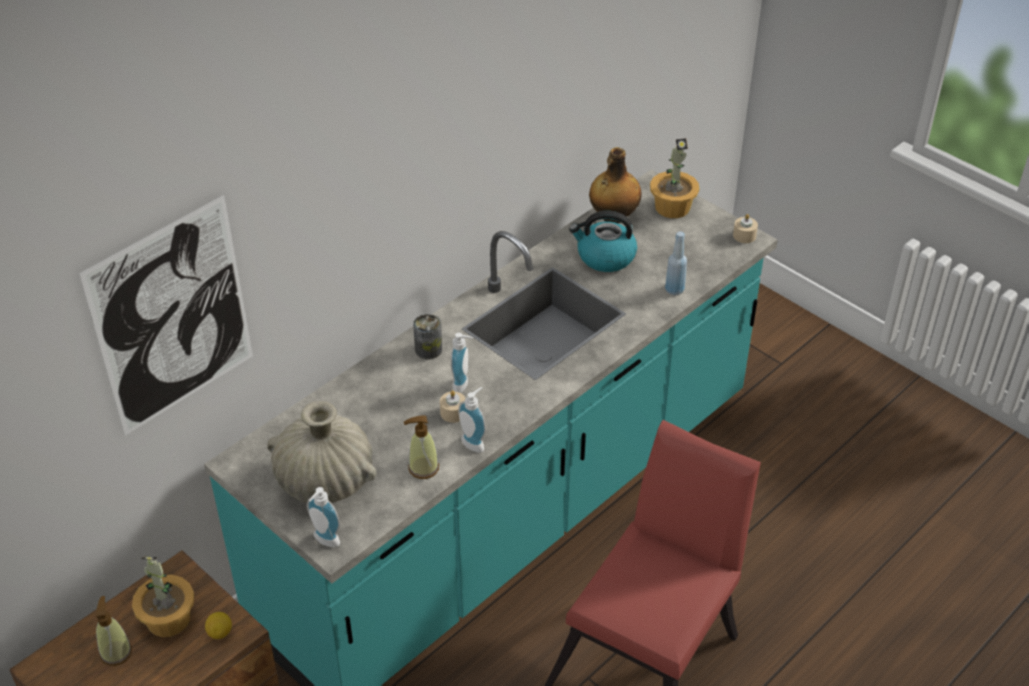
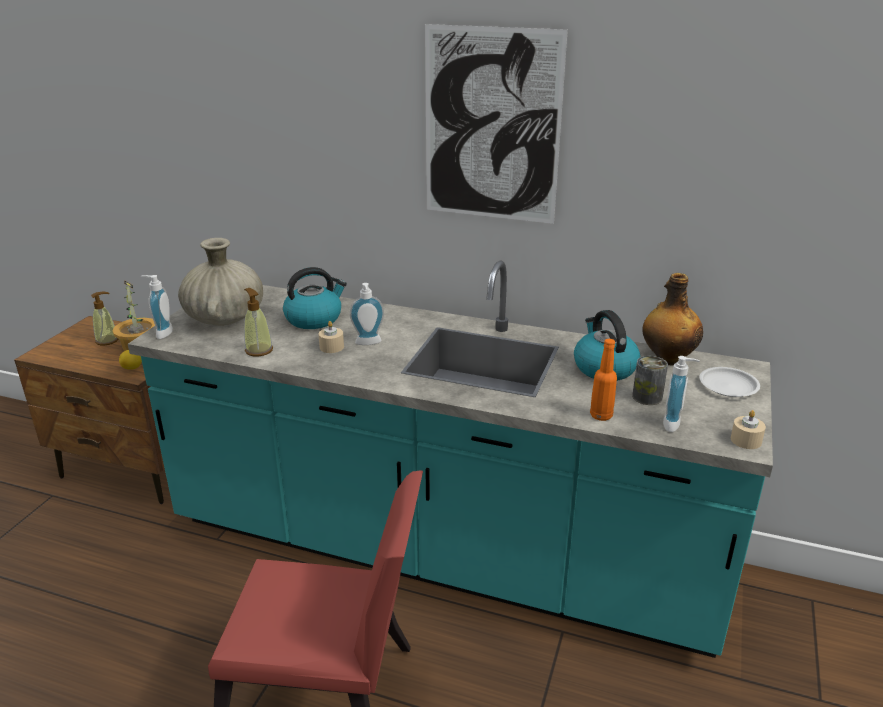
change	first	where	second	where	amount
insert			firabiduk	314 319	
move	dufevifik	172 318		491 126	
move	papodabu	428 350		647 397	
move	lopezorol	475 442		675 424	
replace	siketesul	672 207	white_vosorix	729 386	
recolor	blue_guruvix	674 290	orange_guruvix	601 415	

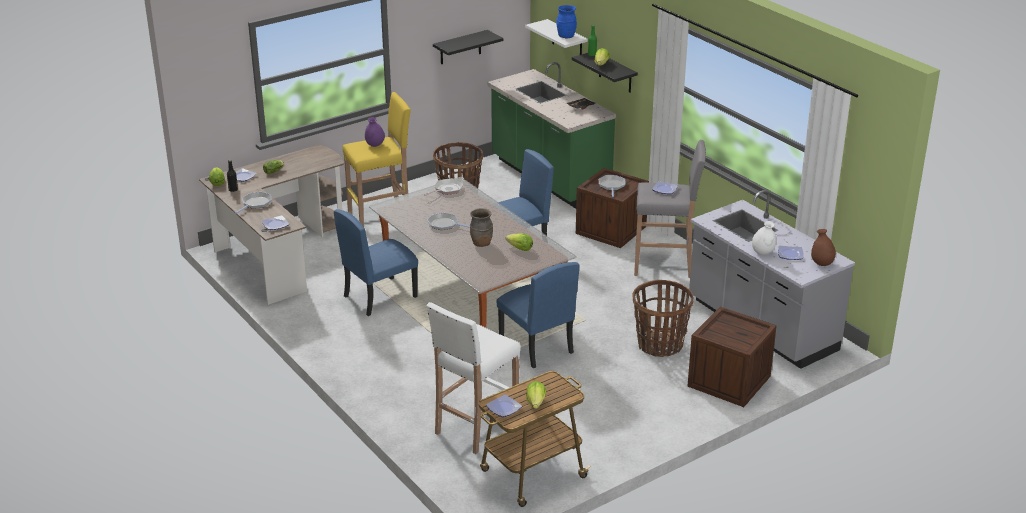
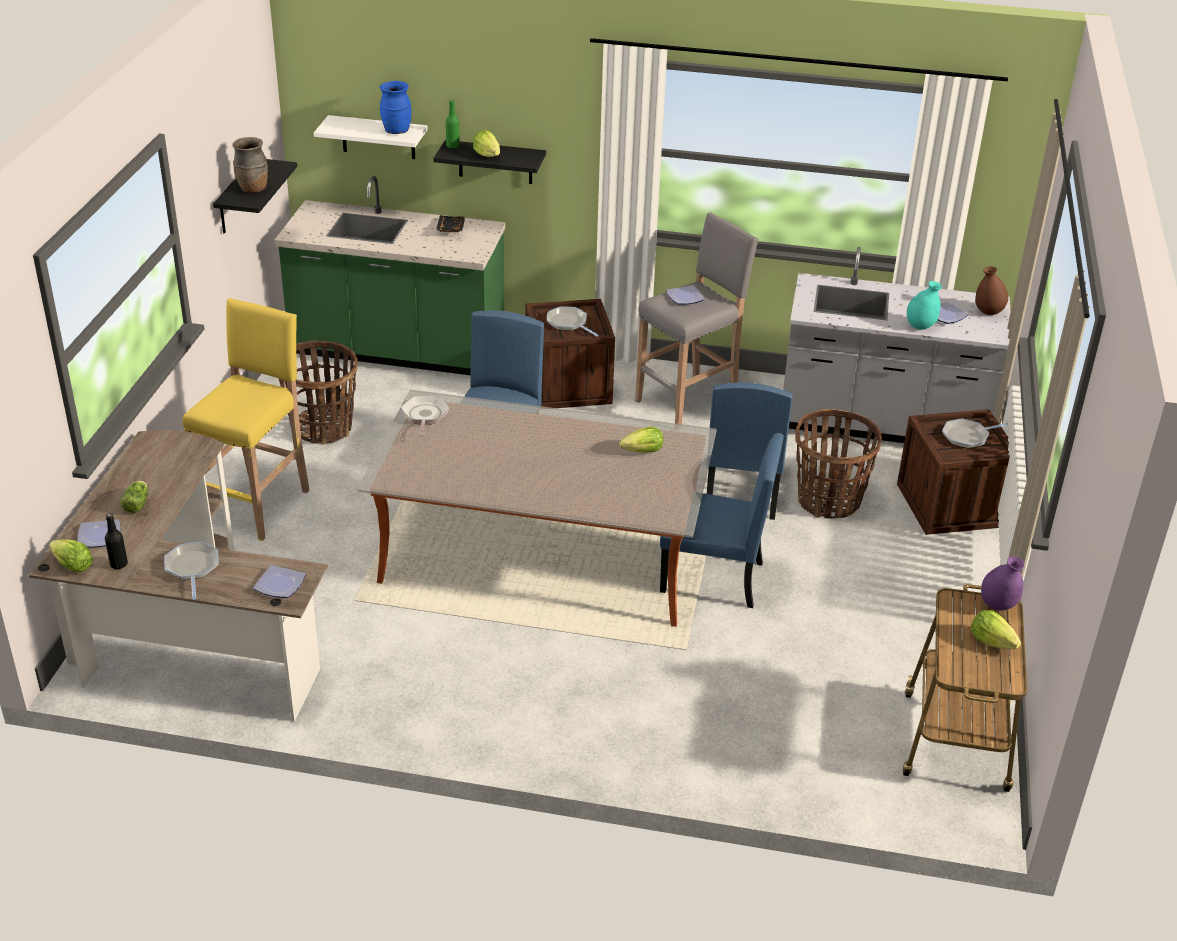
change	first	where	second	where	amount
delete	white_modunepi	475 428			
delete	vosorix	504 408			
move	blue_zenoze	380 296		742 490	
move	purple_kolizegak	375 145		998 605	
move	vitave	444 224		967 436	
move	brown_kolizegak	481 243		253 189	
recolor	white_kolizegak	762 252	turquoise_kolizegak	920 326	

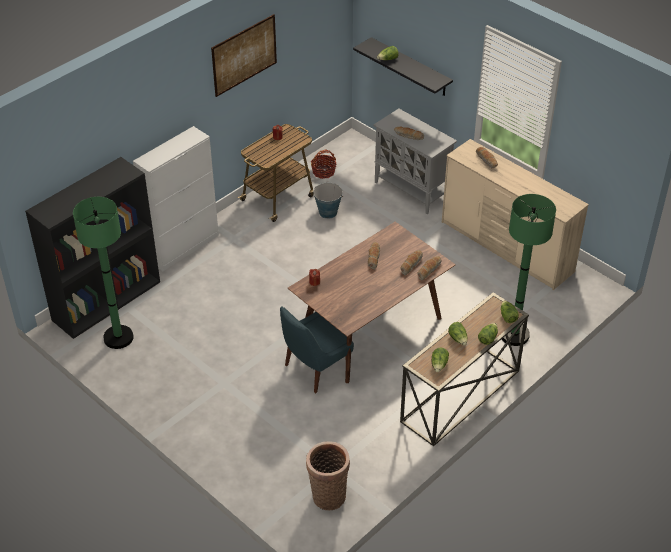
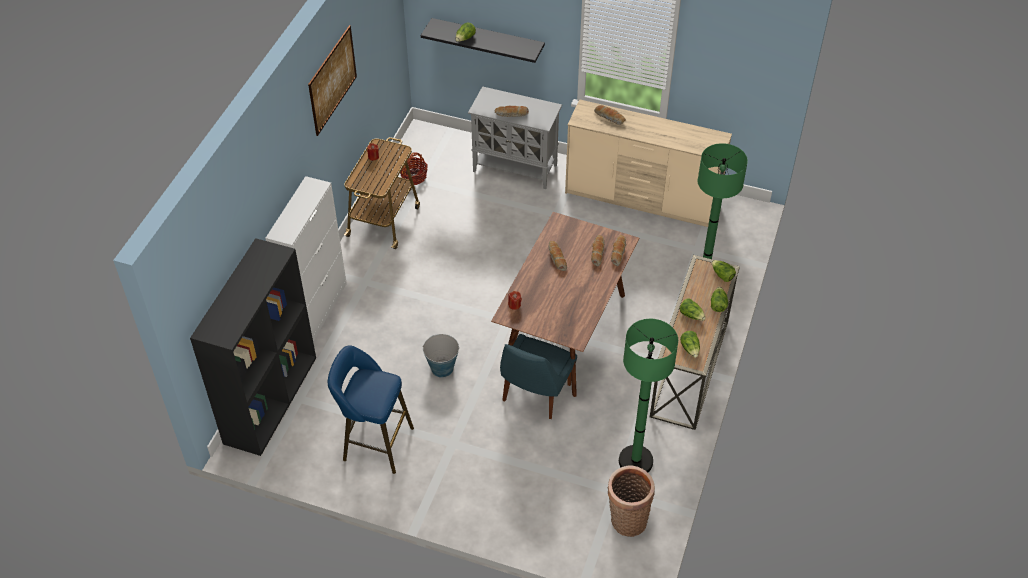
change	first	where	second	where	amount
insert			blue_modunepi	374 443	
move	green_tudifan	118 338		635 461	
move	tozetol	328 212		442 368	

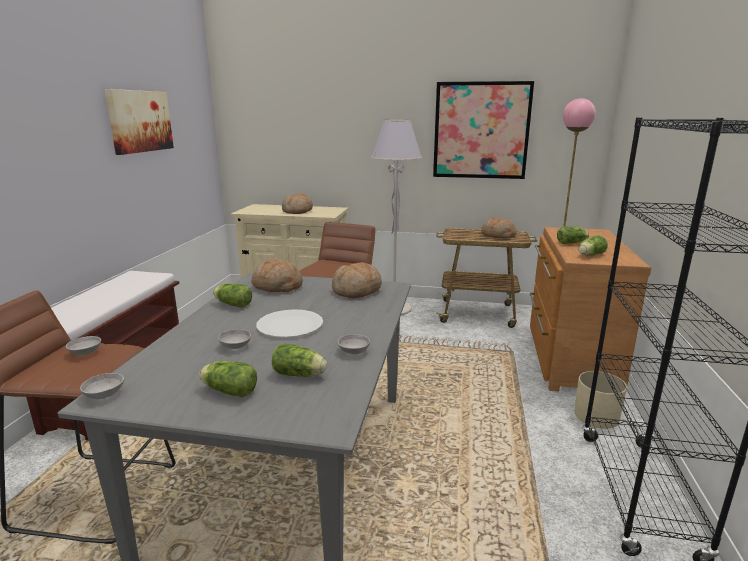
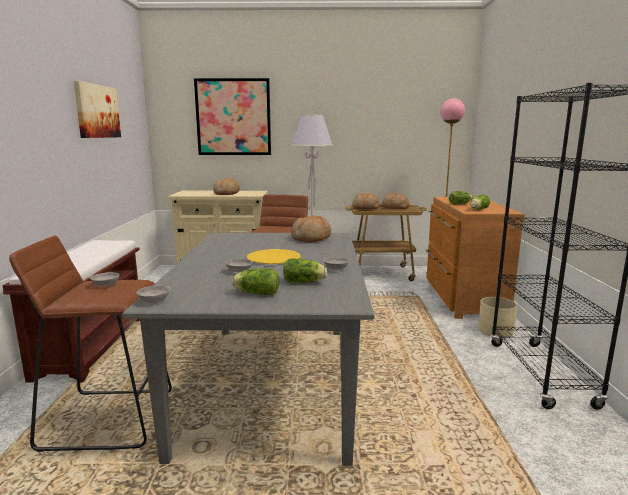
change	first	where	second	where	amount
delete	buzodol	232 304			
move	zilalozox	277 286		365 208	
move	dufevifik	481 130		233 117	
recolor	white_vosorix	290 325	yellow_vosorix	273 258	

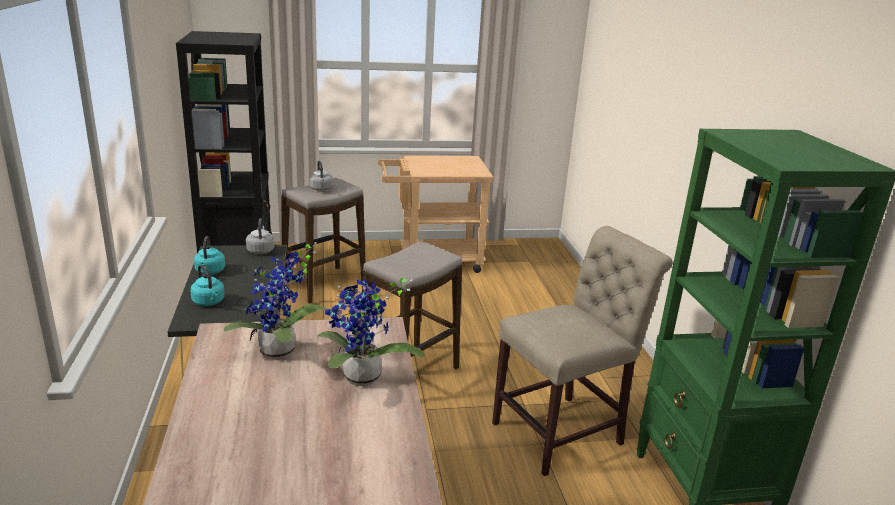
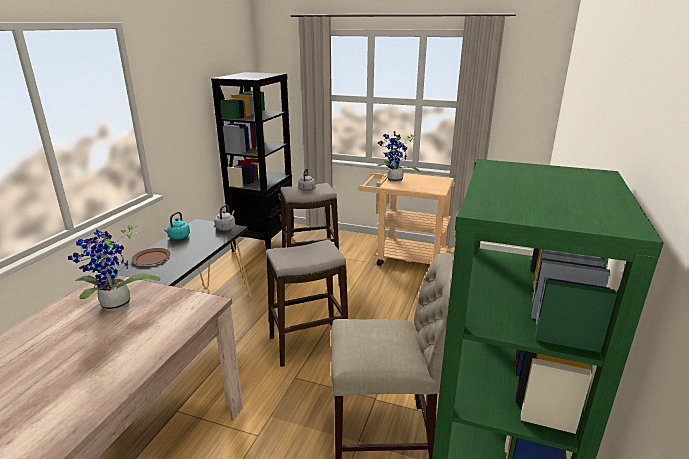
change	first	where	second	where	amount
move	siketesul	361 380		394 181	
replace	turquoise_firabiduk	209 302	brown_vosorix	152 258	

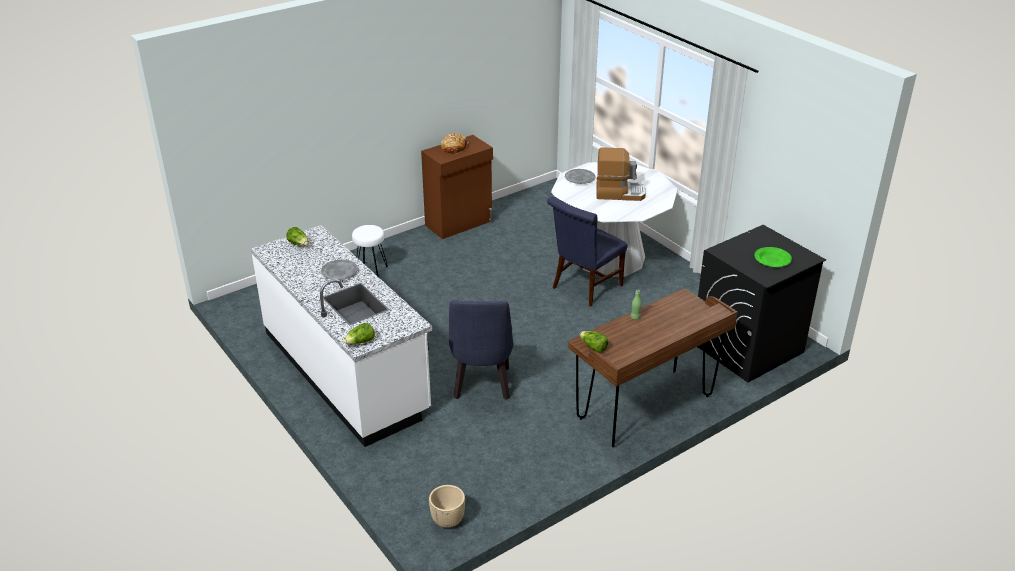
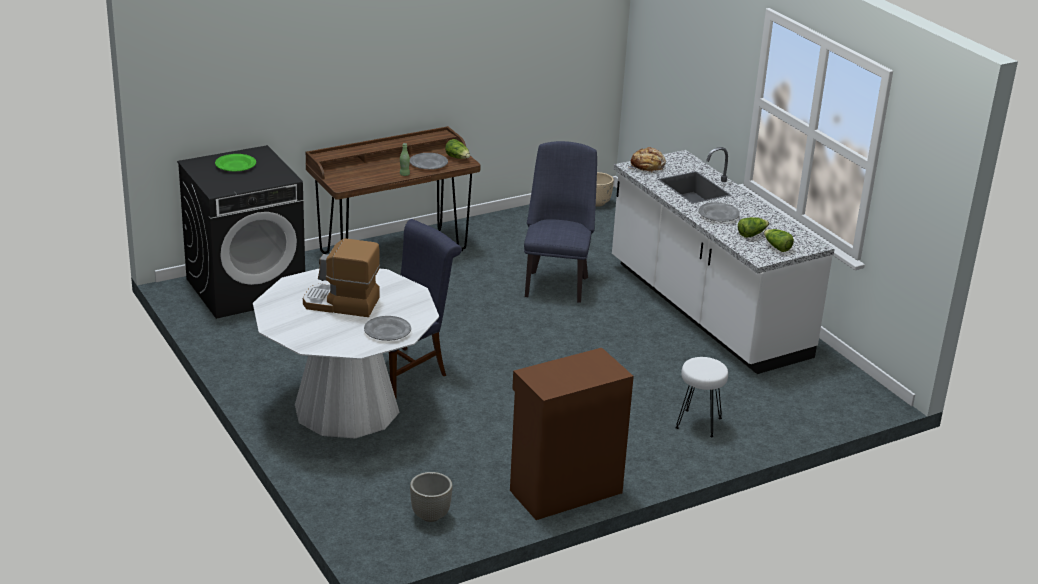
change	first	where	second	where	amount
insert			grey_vosorix	428 163	
insert			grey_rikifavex	430 515	
move	buzodol	360 342		751 234	
move	zilalozox	454 148		647 166	

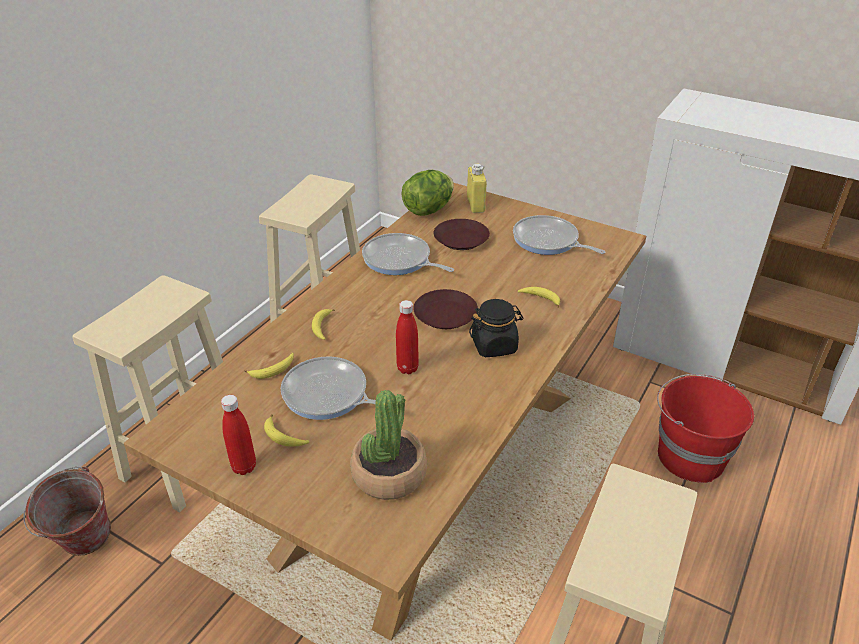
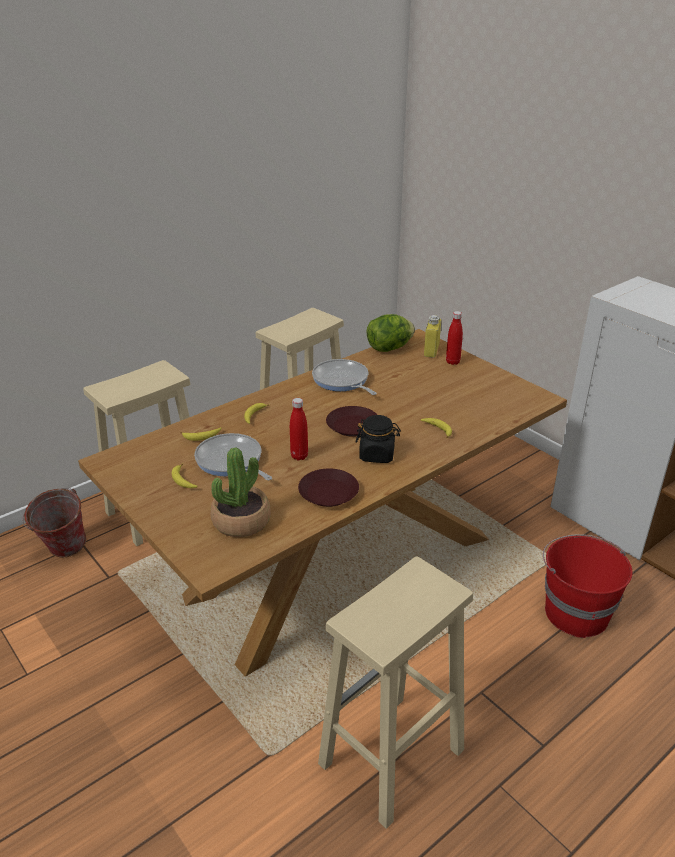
change	first	where	second	where	amount
delete	vitave	548 241			
move	red_guruvix	244 467		452 362	
move	brown_vosorix	461 239		328 493	

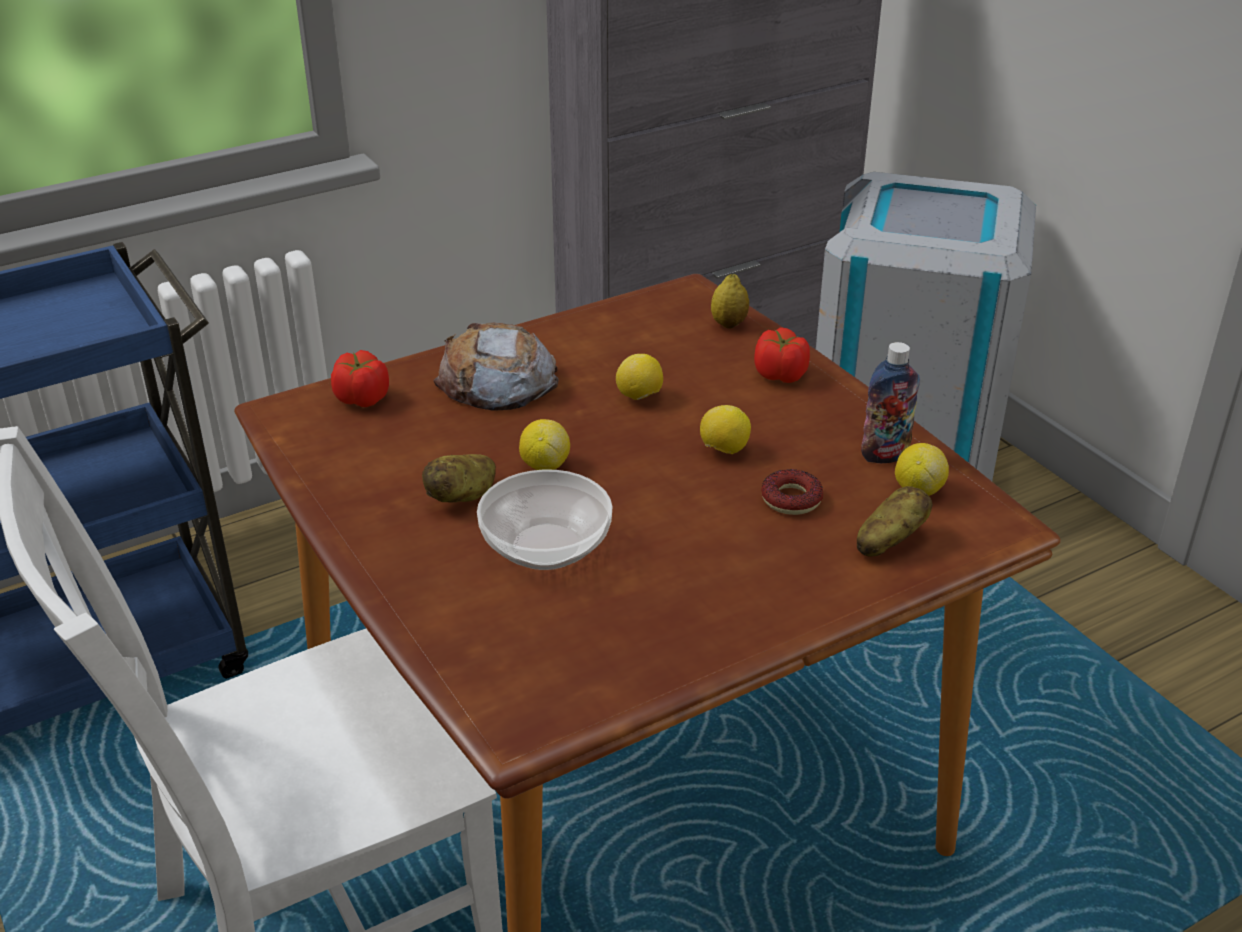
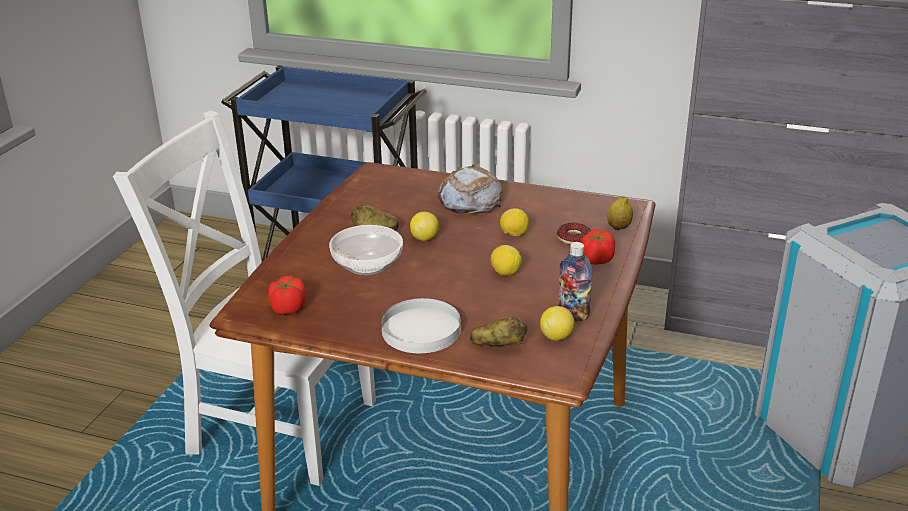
change	first	where	second	where	amount
insert			white_vosorix	421 330	
move	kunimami	362 399		288 308	
move	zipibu	791 499		573 238	

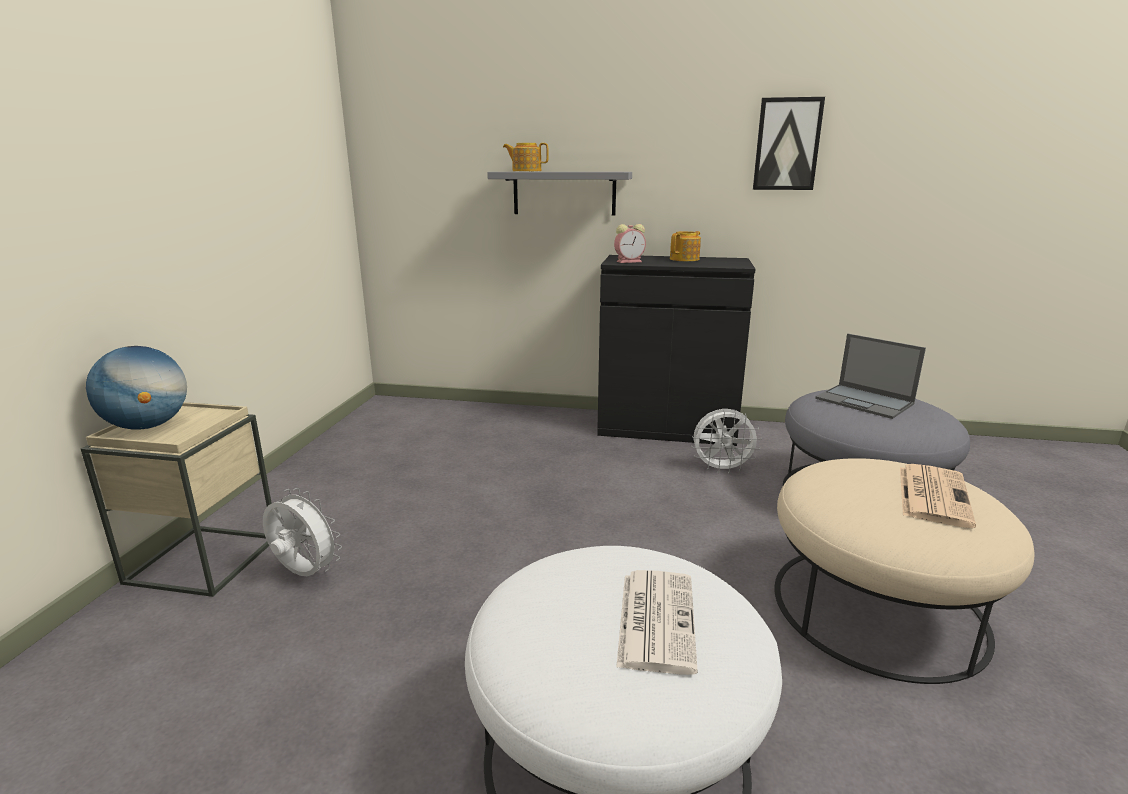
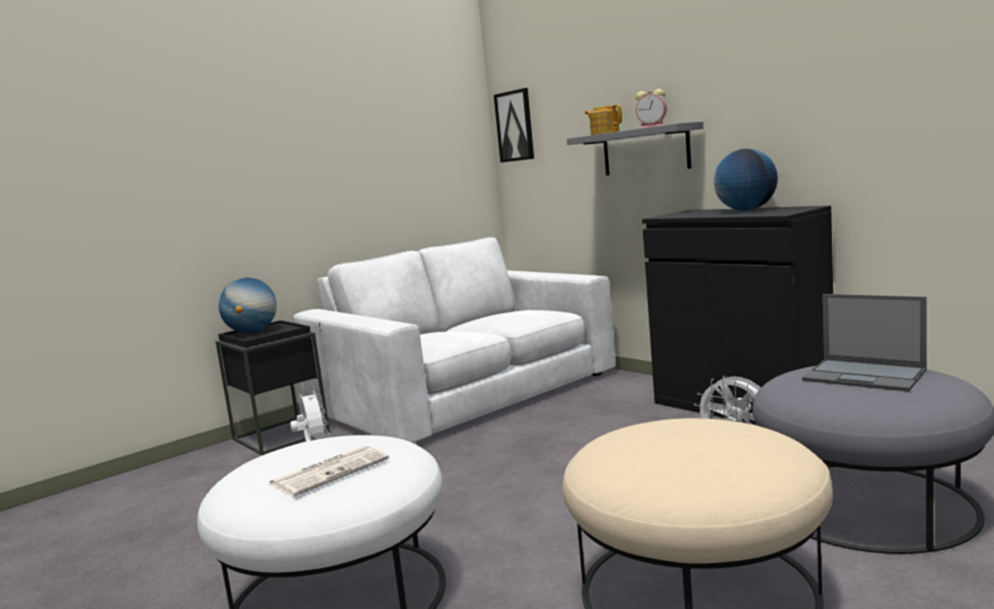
change	first	where	second	where	amount
delete	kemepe	932 494			
insert			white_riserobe	466 393	
move	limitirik	630 261		653 127	
move	dufevifik	787 144		515 126	
replace	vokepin	685 259	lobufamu	746 210	
recolor	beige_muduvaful	203 559	black_muduvaful	281 436	
rotate	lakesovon	865 401		865 375	45 degrees counterclockwise

